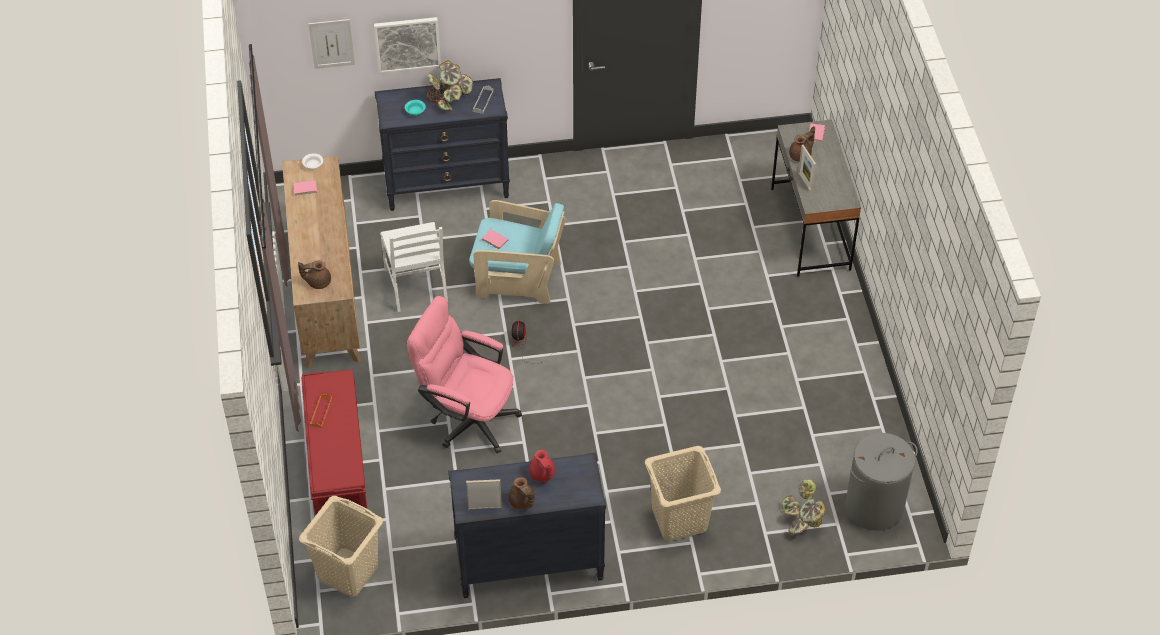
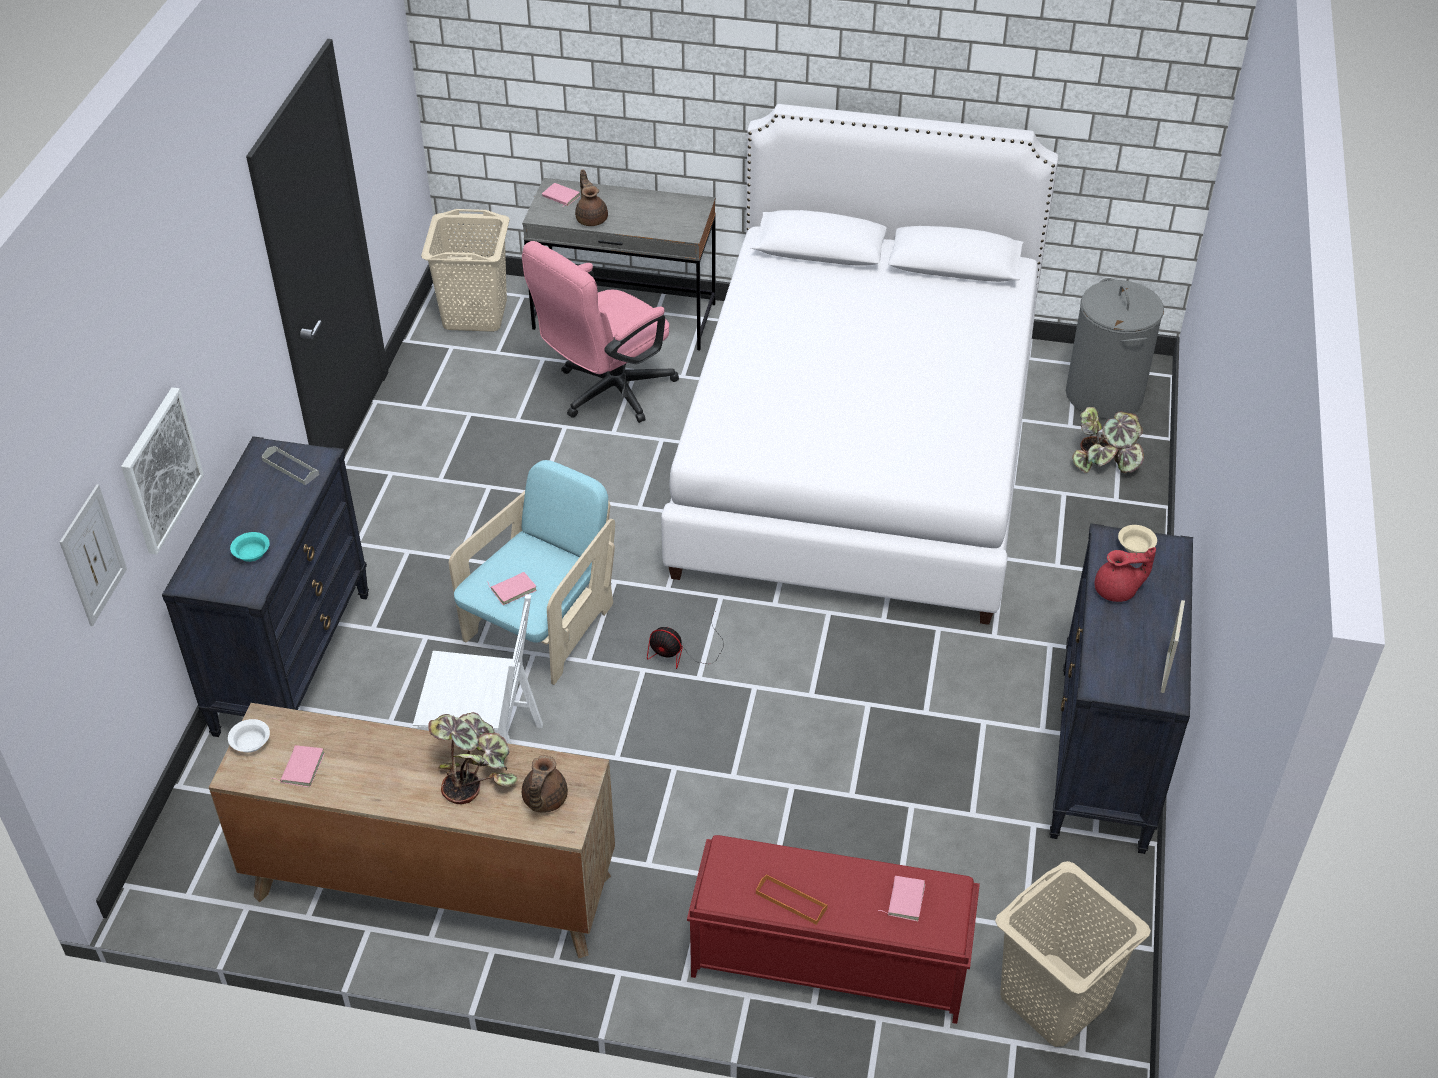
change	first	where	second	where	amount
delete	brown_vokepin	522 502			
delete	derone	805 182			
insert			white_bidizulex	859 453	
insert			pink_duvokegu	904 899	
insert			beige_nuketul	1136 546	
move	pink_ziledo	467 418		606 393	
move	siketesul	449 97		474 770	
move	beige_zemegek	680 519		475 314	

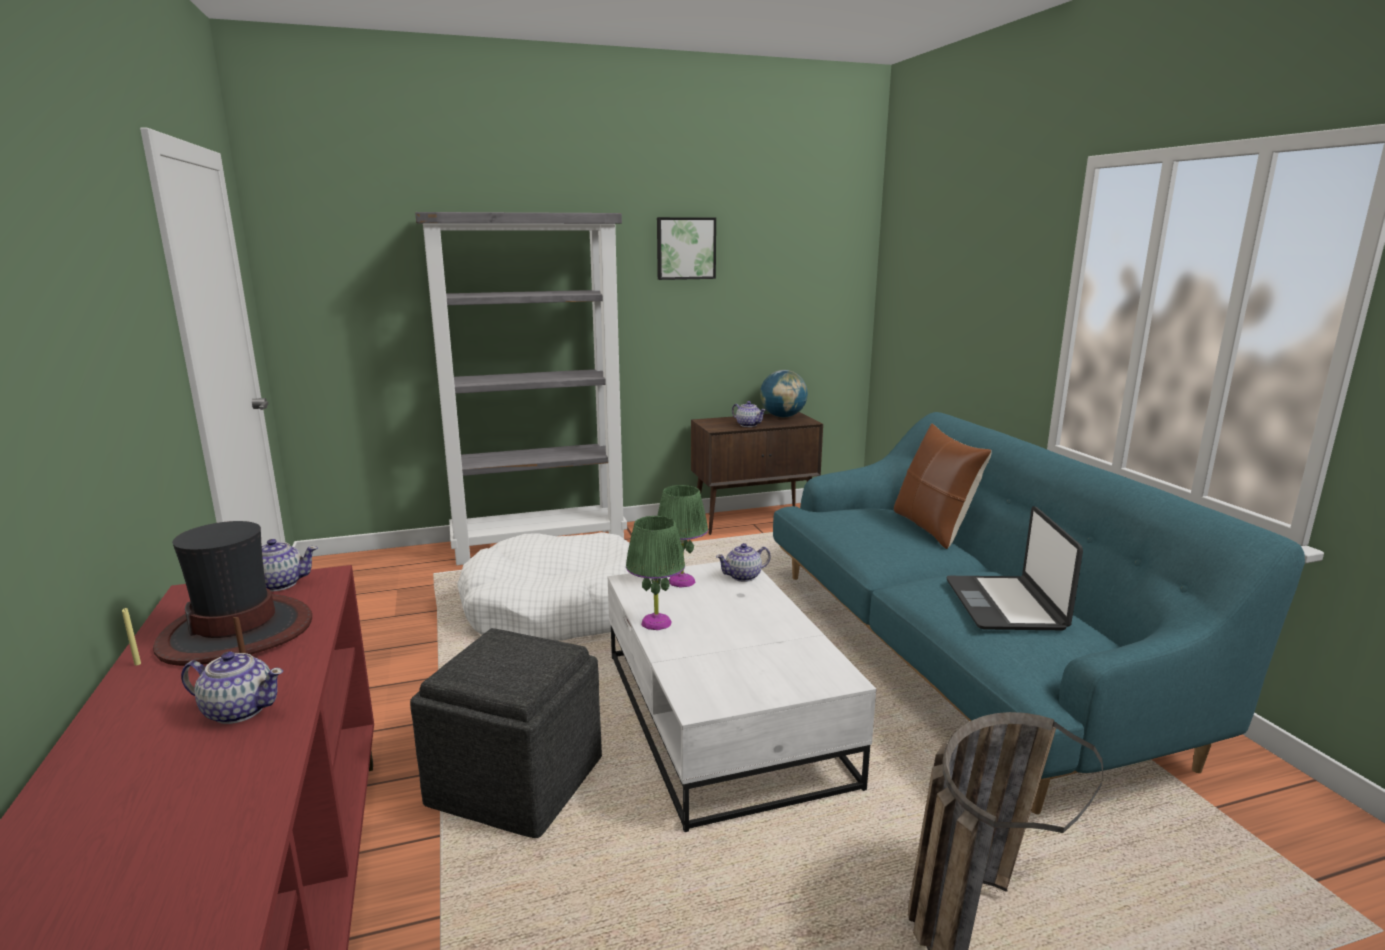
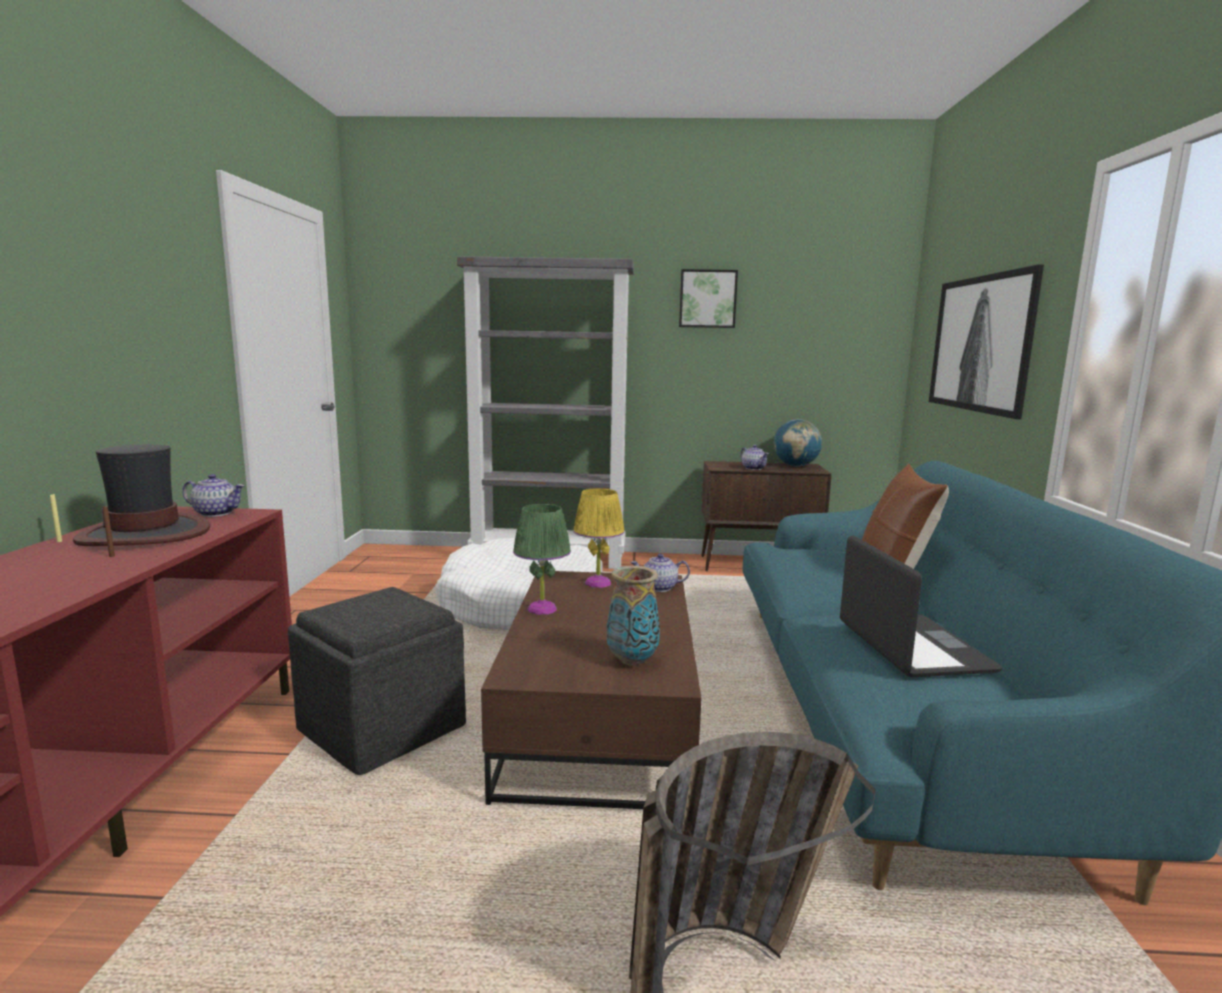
change	first	where	second	where	amount
delete	vokepin	239 710			
insert			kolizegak	632 661	
insert			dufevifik	980 343	
recolor	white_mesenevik	723 717	brown_mesenevik	601 718	
recolor	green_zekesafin	682 581	yellow_zekesafin	598 583	
rotate	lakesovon	1006 605		911 647	150 degrees clockwise

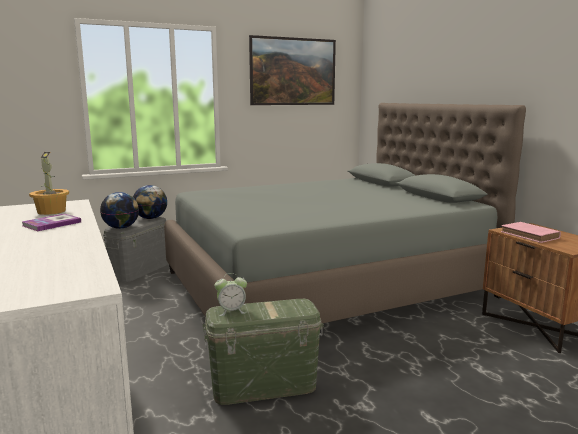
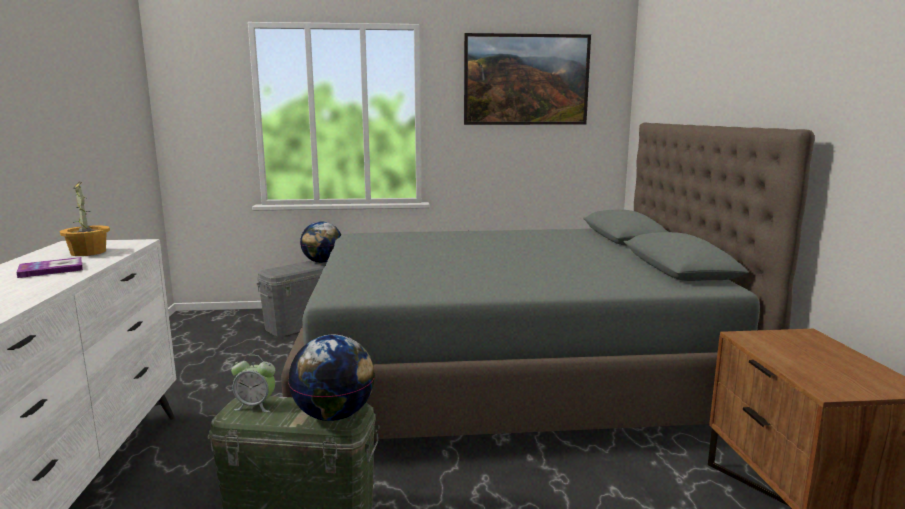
change	first	where	second	where	amount
delete	pink_duvokegu	531 235			
move	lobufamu	121 228		334 415	

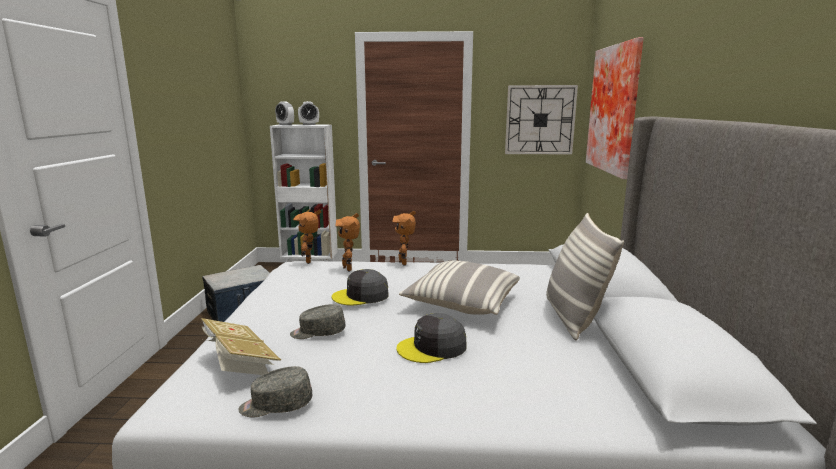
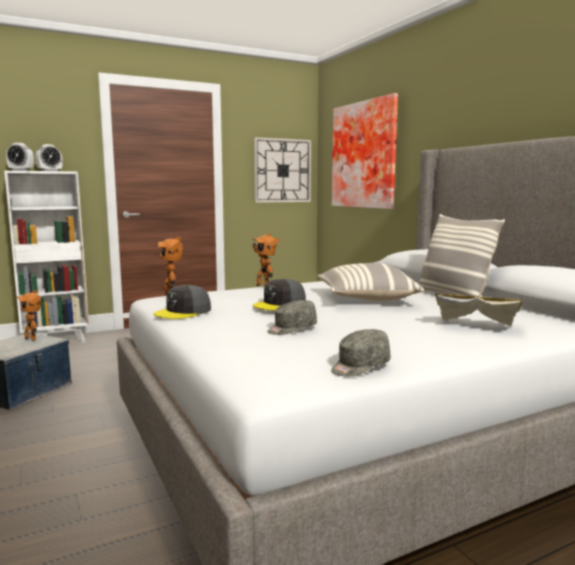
change	first	where	second	where	amount
move	duvokegu	239 364		475 326	
move	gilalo	349 268		32 339	
move	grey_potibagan	432 347		183 312	

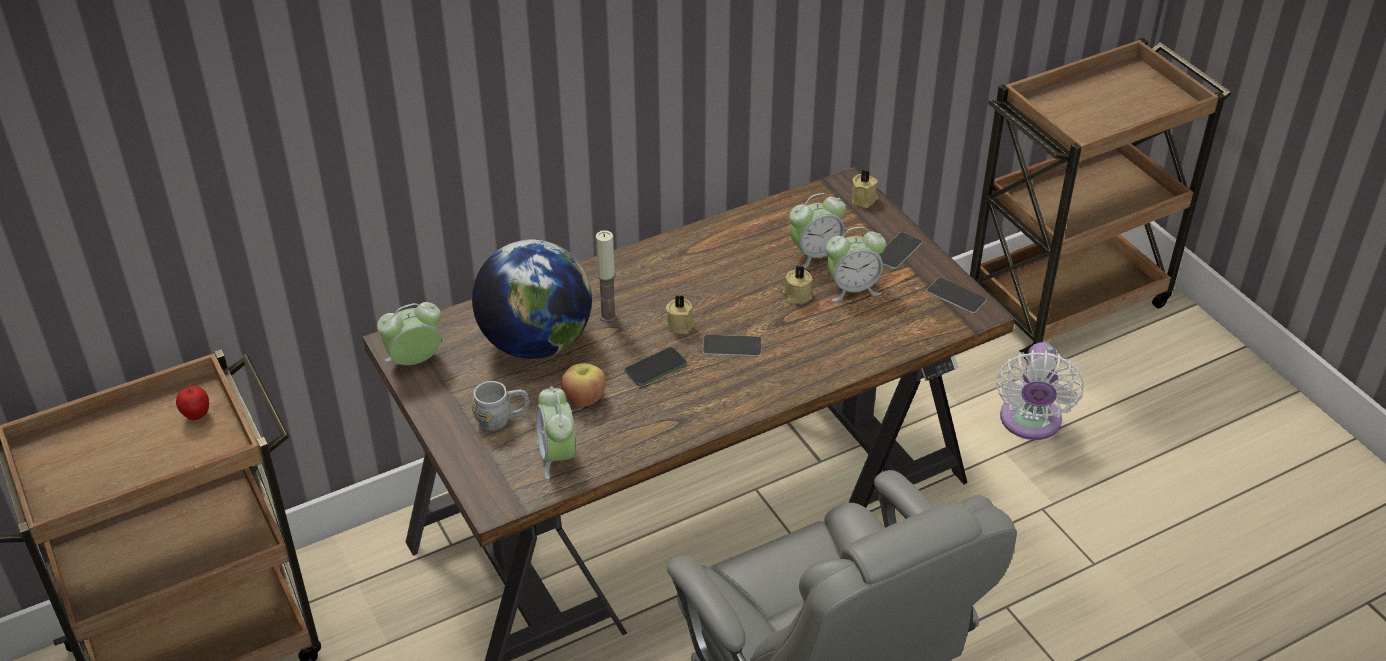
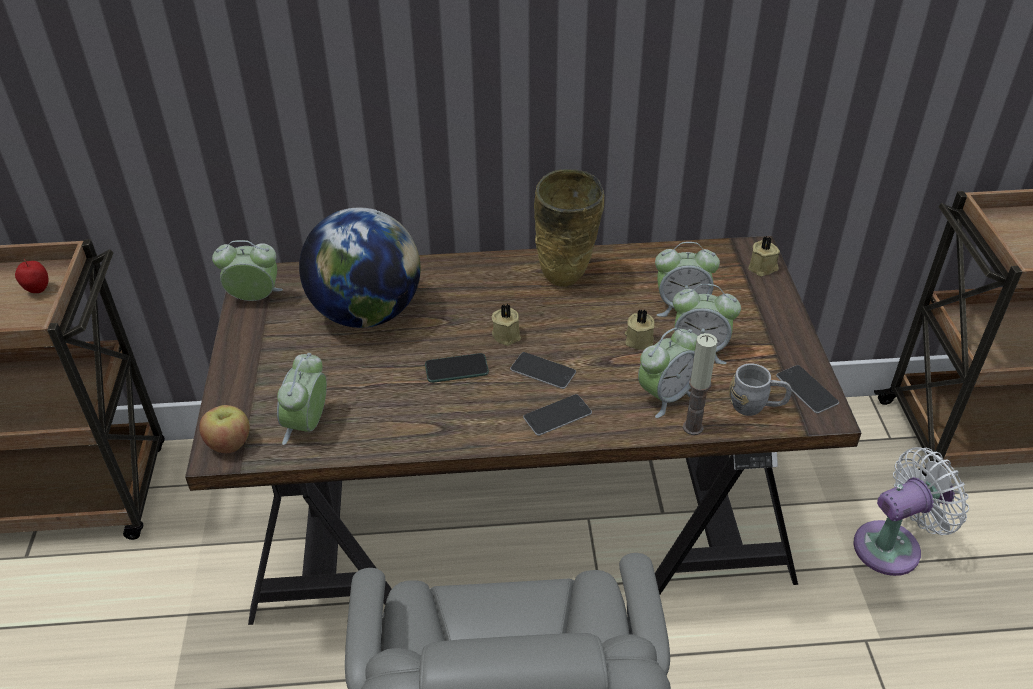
change	first	where	second	where	amount
insert			beige_kolizegak	565 280	
insert			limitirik	665 396	
move	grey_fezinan	502 419		756 406	
move	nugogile	584 398		230 443	
move	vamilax	608 316		693 427	
move	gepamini	898 251		557 415	
rotate	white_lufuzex	1030 423		893 546	150 degrees counterclockwise

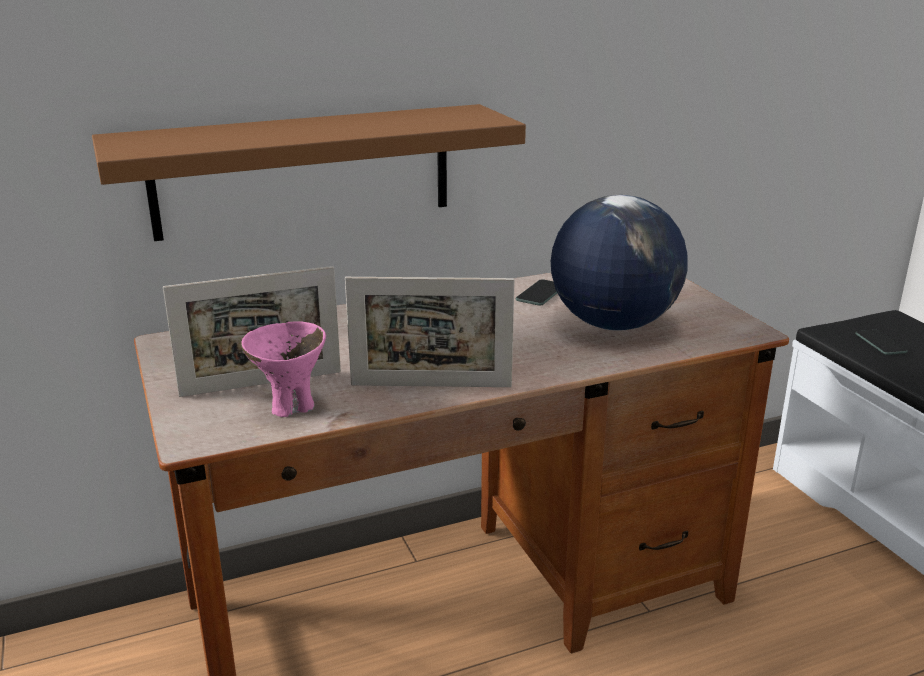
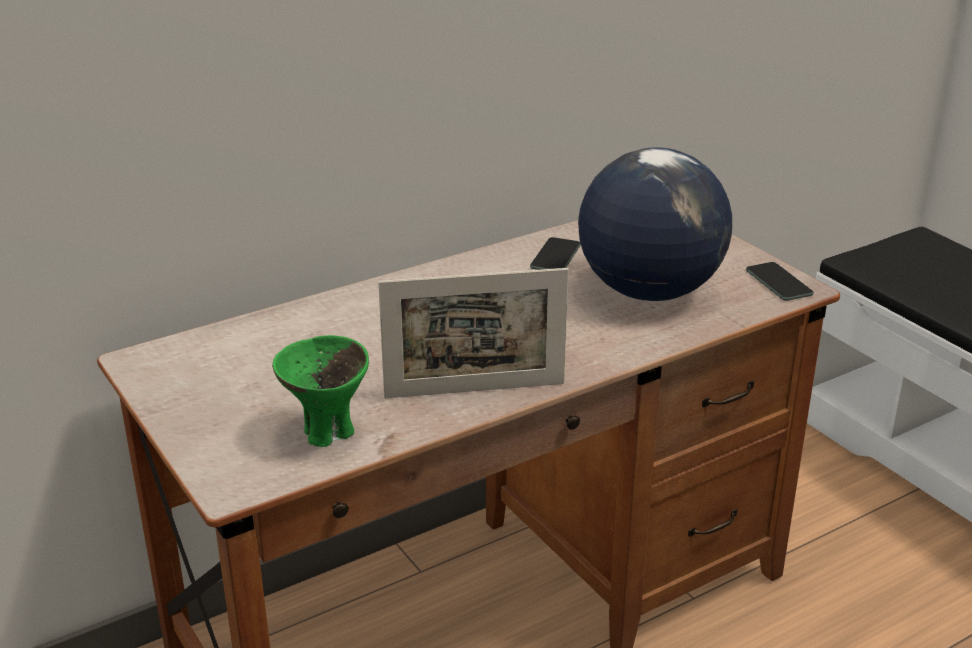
change	first	where	second	where	amount
delete	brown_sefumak	304 171			
delete	derone	261 383			
move	gepamini	880 343		778 282	
recolor	pink_nuketul	291 408	green_nuketul	328 434	

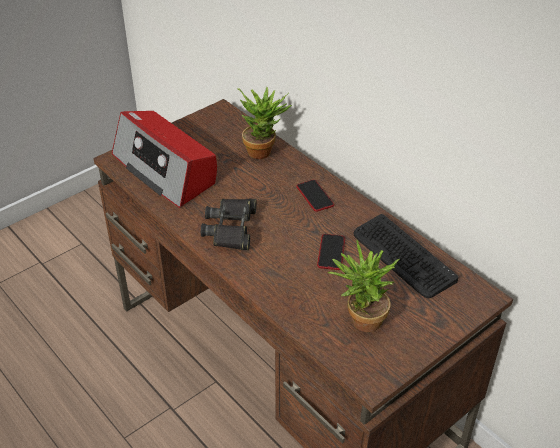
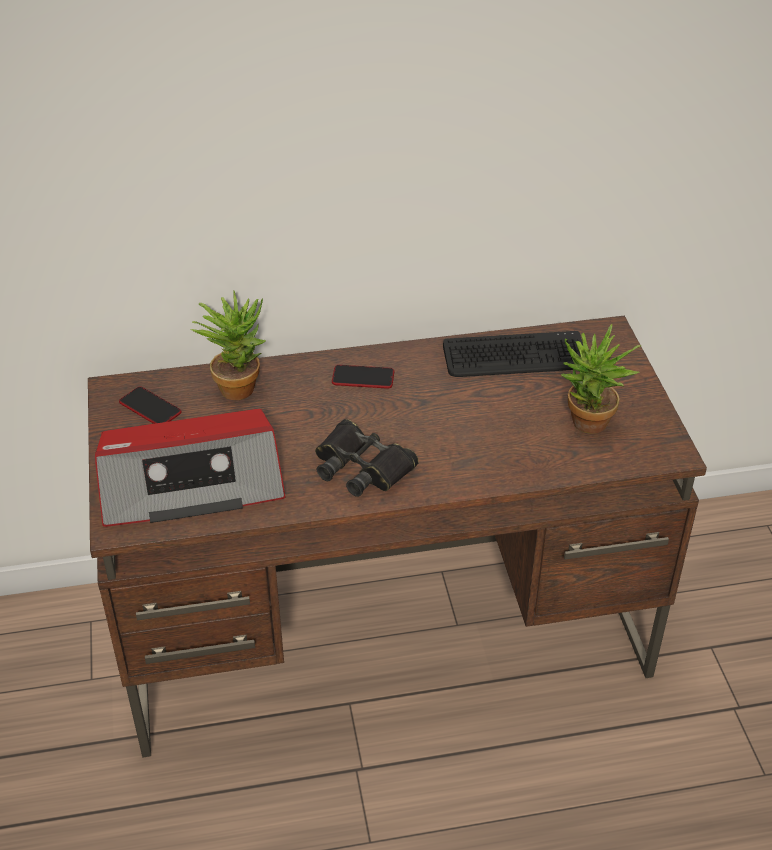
change	first	where	second	where	amount
move	gepamini	331 252		150 408	

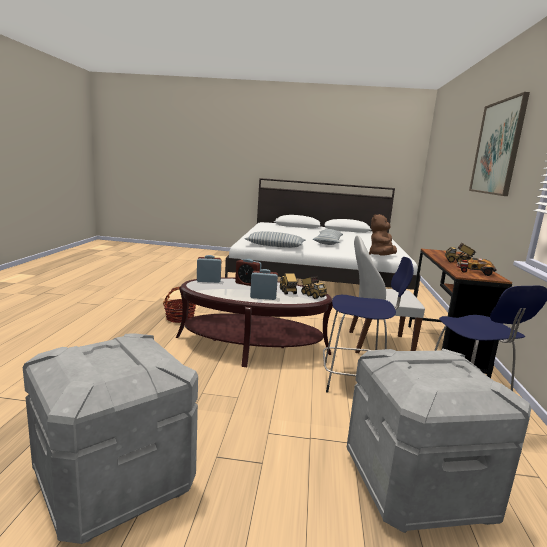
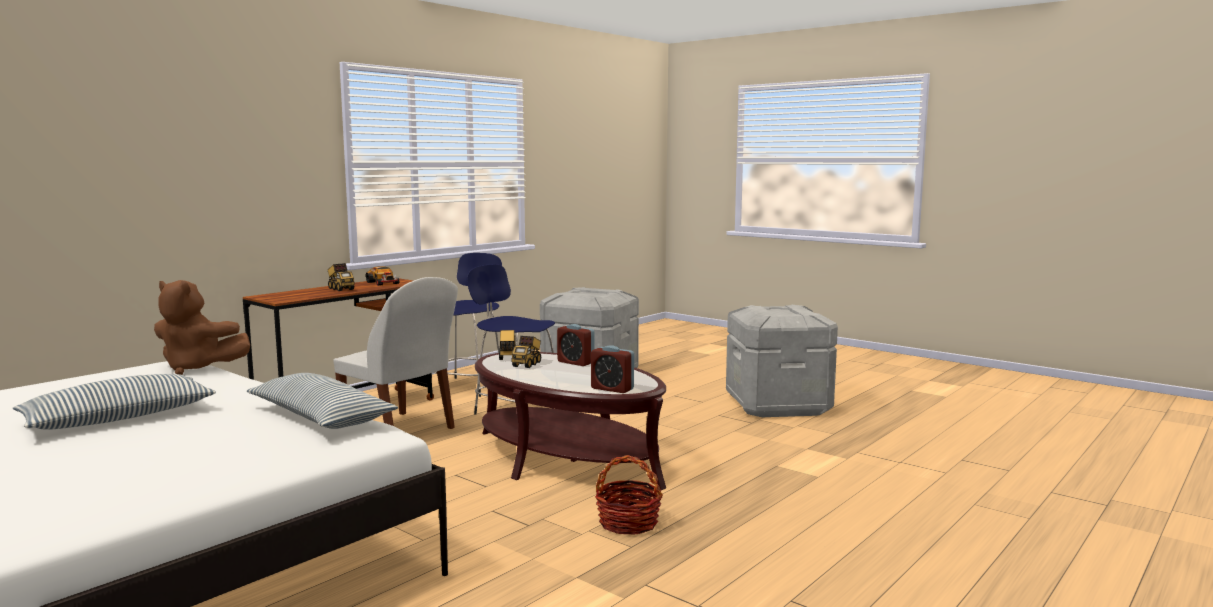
change	first	where	second	where	amount
delete	limitirik	247 284			
delete	dufevifik	497 148			
rotate	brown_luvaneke	381 256		198 368	45 degrees clockwise

